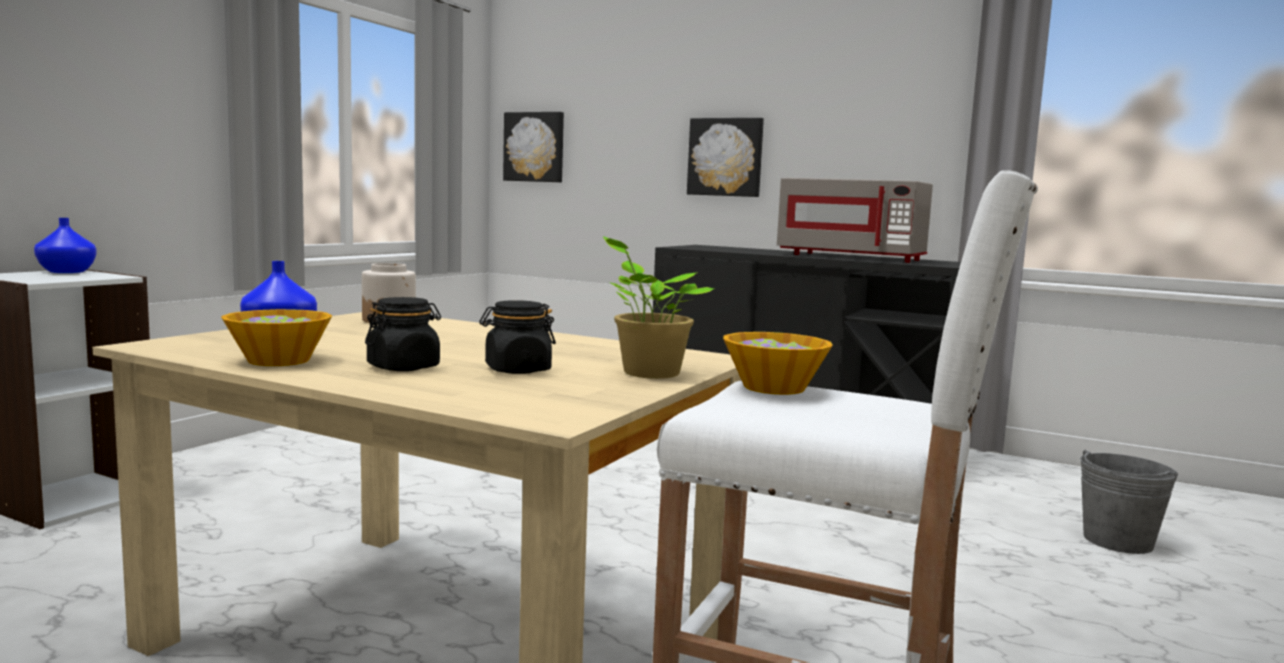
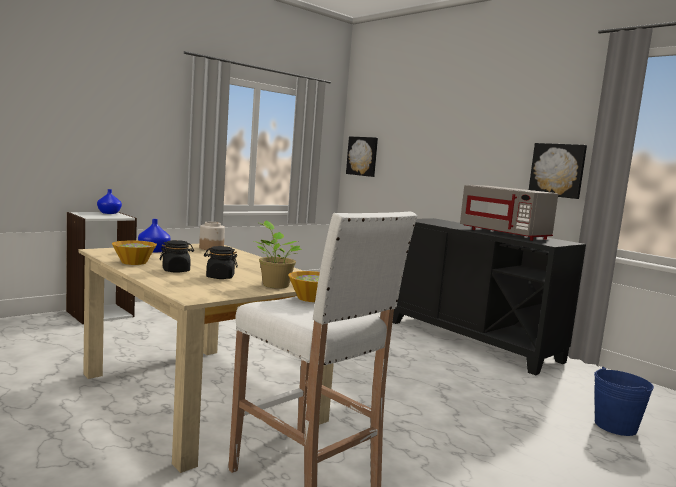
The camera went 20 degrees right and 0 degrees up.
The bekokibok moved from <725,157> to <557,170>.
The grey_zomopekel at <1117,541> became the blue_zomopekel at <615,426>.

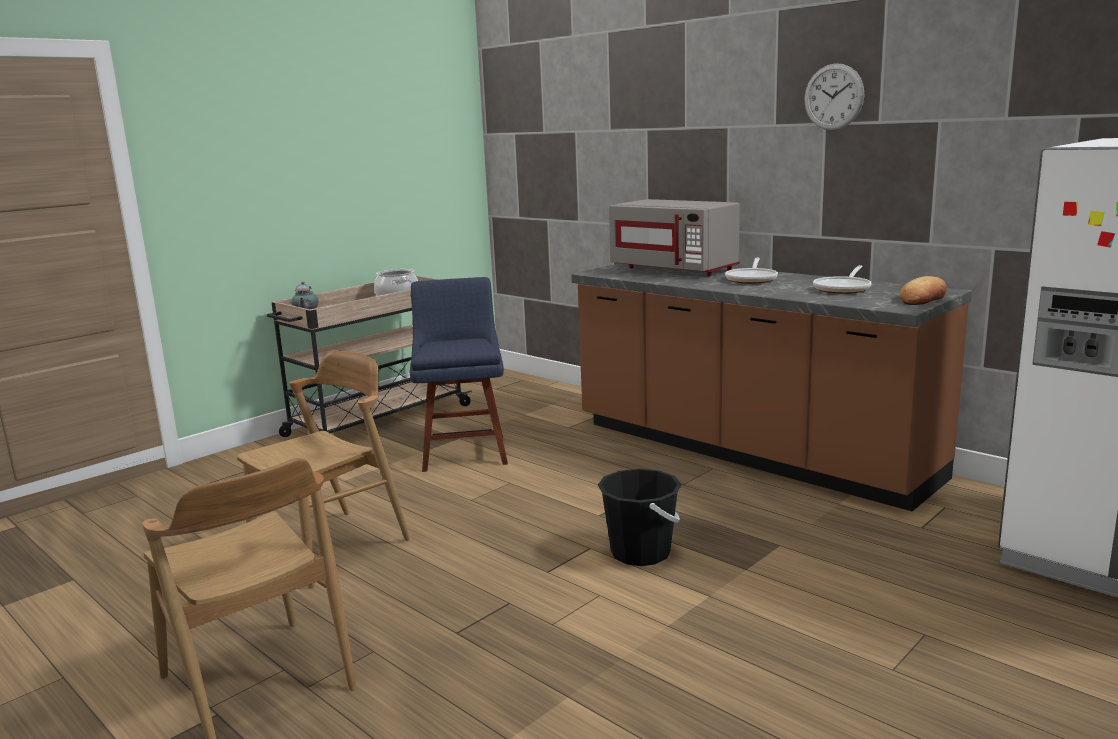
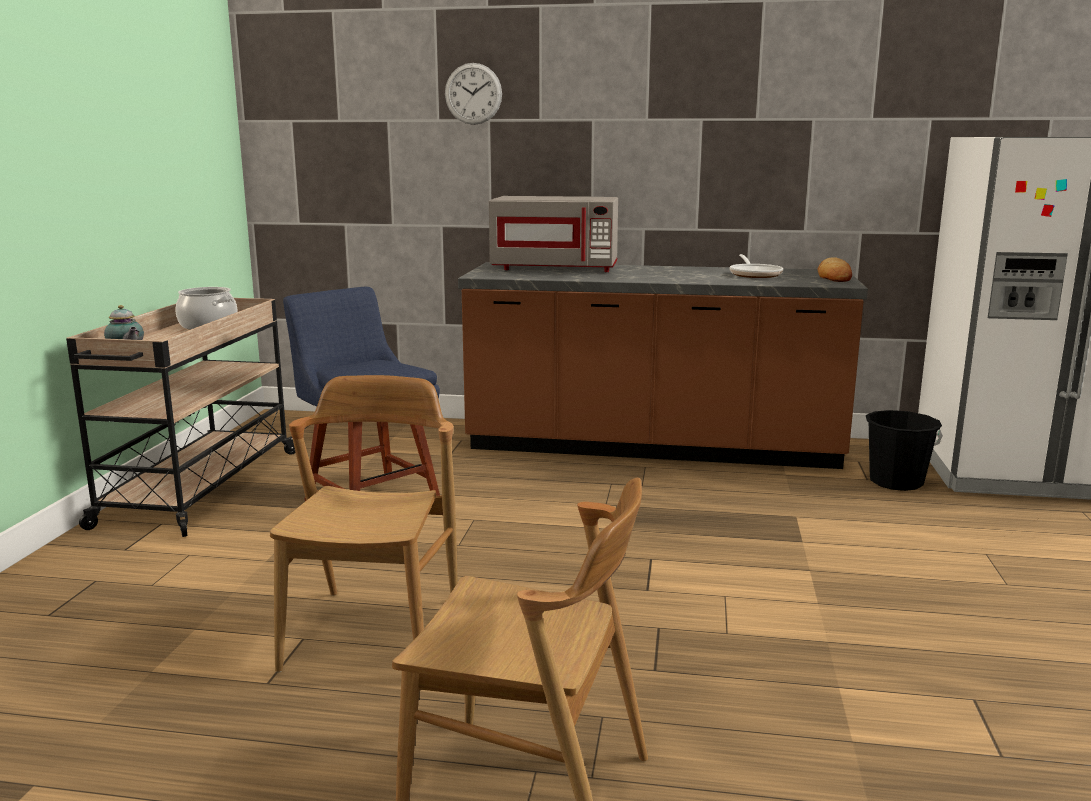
The camera went 35 degrees left and 0 degrees up.
The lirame moved from <833,97> to <473,94>.
The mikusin at <752,279> disappeared.
The black_zomopekel moved from <640,553> to <896,482>.

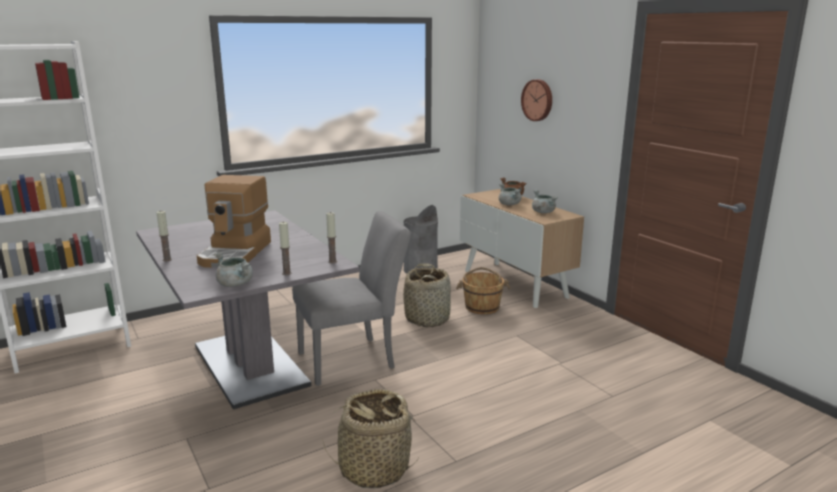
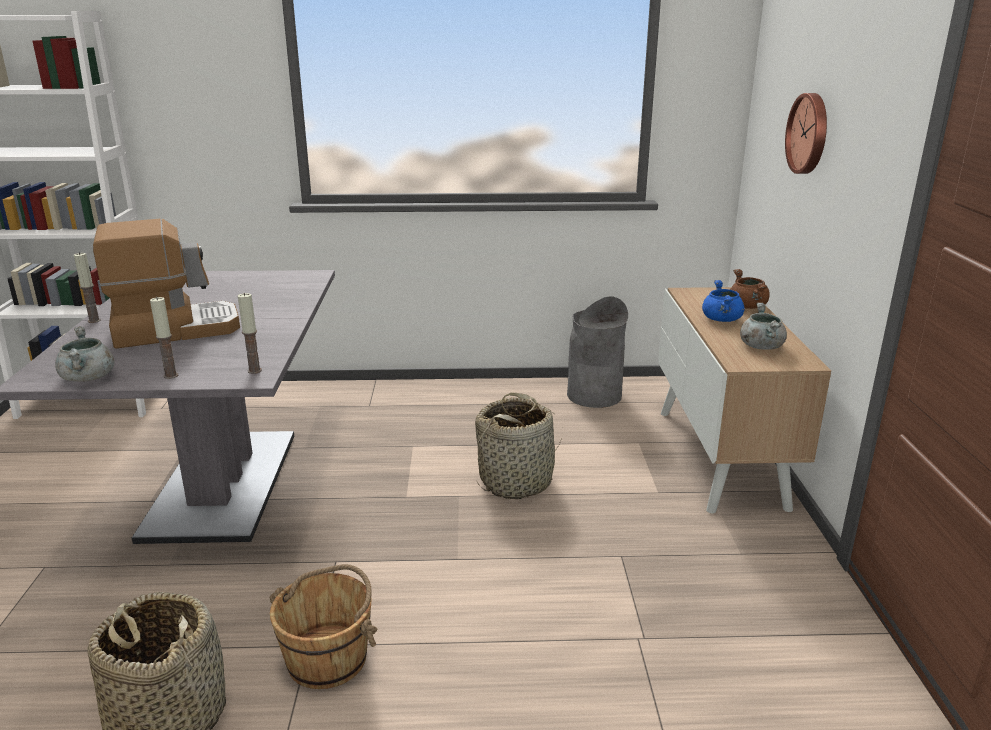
The camera went 30 degrees right and 5 degrees up.
The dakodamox at <236,253> turned 150 degrees counterclockwise.
The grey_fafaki at <509,204> became the blue_fafaki at <721,320>.
The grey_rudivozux at <354,359> disappeared.
The brown_zomopekel moved from <482,307> to <328,658>.

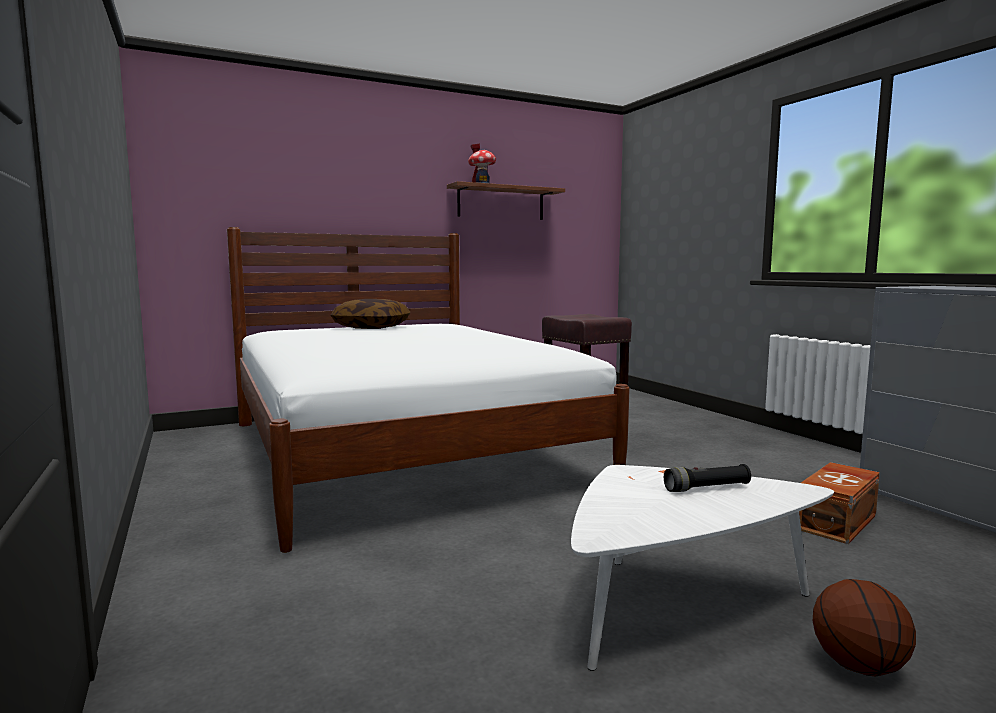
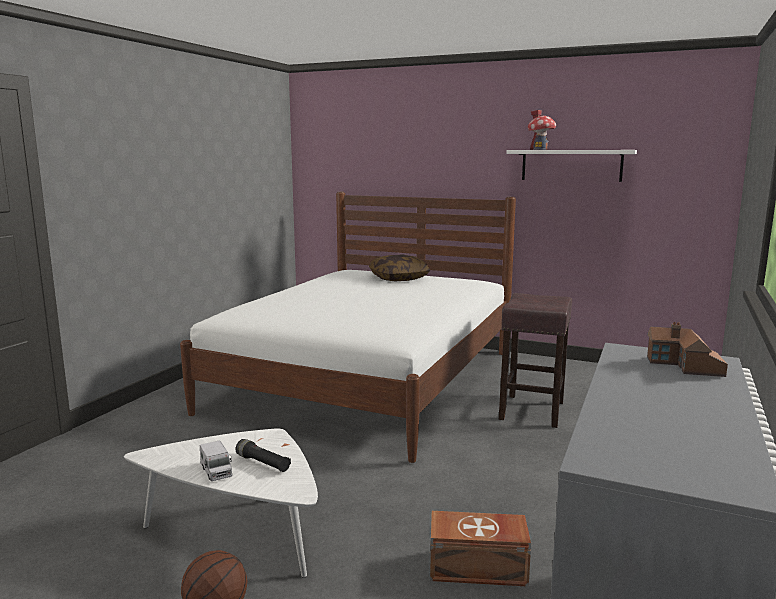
The camera went 50 degrees right and 5 degrees up.
The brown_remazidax at <501,203> became the white_remazidax at <571,165>.
The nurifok at <684,366> appeared.
The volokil at <216,471> appeared.

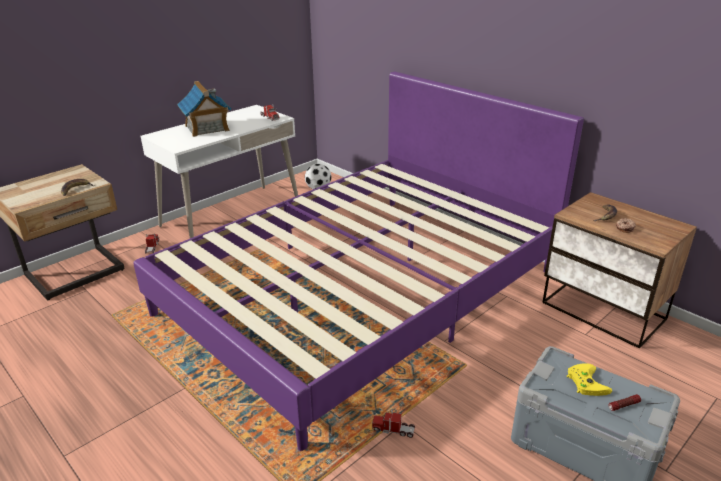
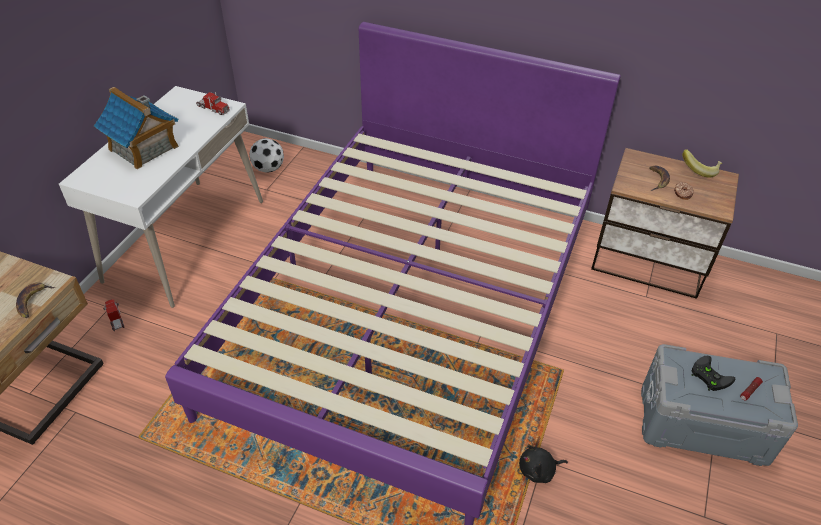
The camera went 25 degrees left and 15 degrees up.
The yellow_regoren at <585,381> became the black_regoren at <708,375>.
The volokil at <393,430> was replaced by the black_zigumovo at <538,470>.
The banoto at <699,170> appeared.

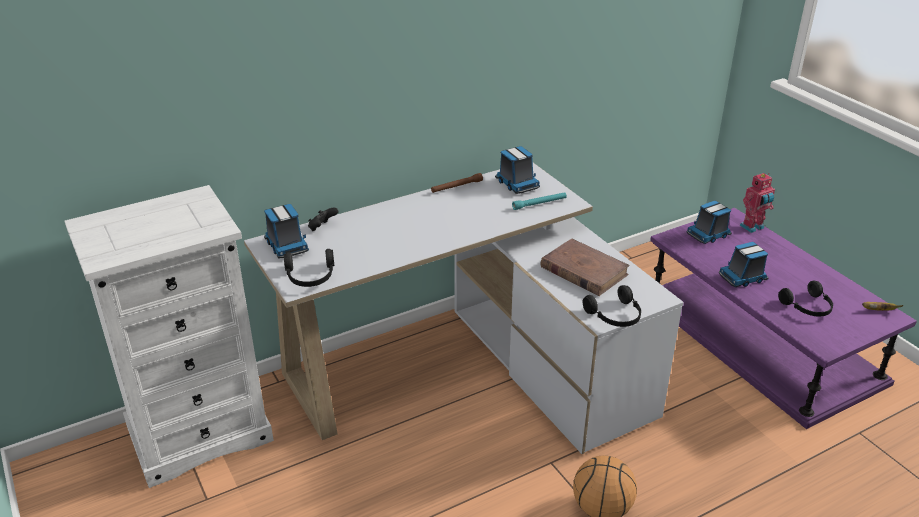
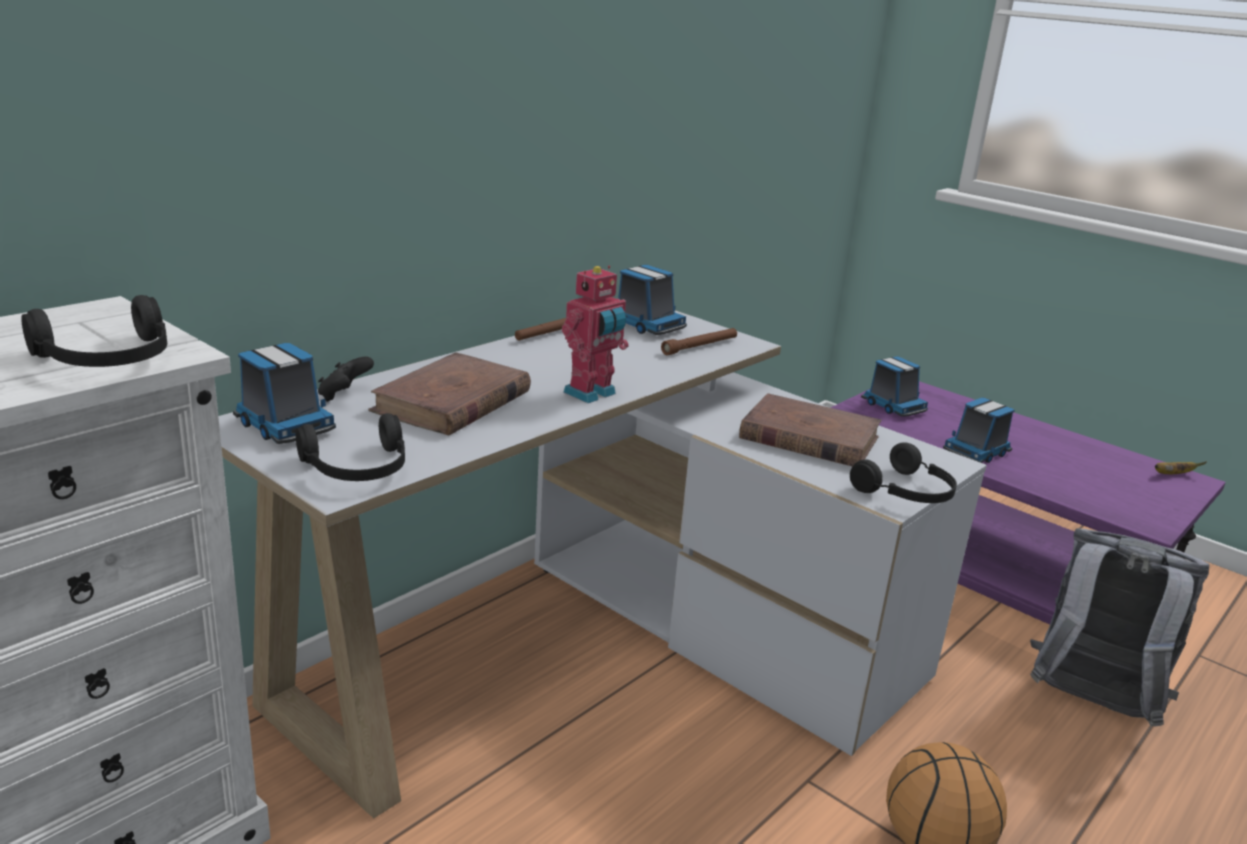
The camera went 20 degrees left and 10 degrees down.
The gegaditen moved from <753,227> to <592,394>.
The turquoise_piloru at <539,204> became the brown_piloru at <700,347>.
The volokil at <709,234> turned 75 degrees counterclockwise.
The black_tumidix moved from <808,307> to <109,360>.
The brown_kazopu at <452,402> appeared.
The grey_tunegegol at <1089,705> appeared.

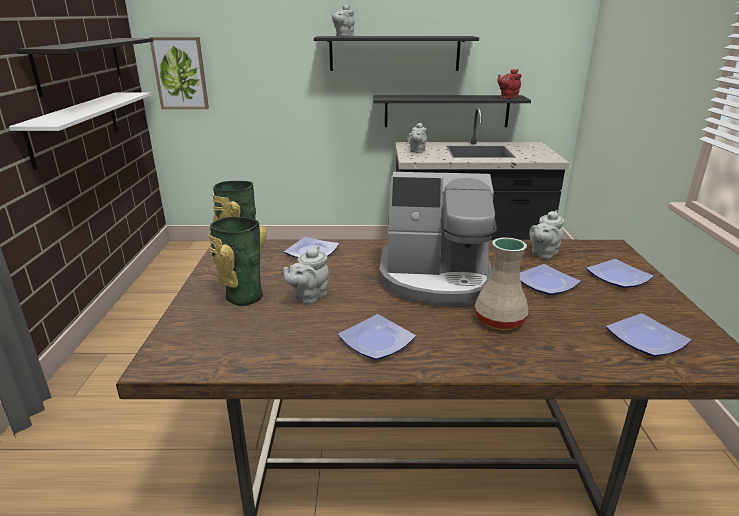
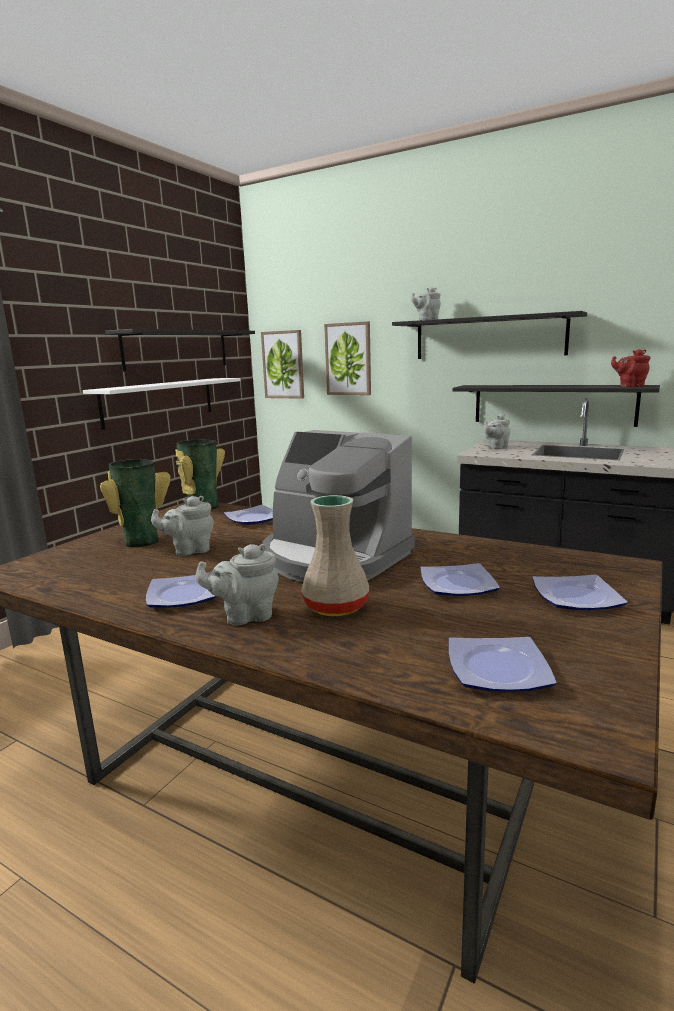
The camera went 30 degrees right and 10 degrees down.
The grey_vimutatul moved from <543,254> to <245,616>.
The bekokibok at <348,359> appeared.

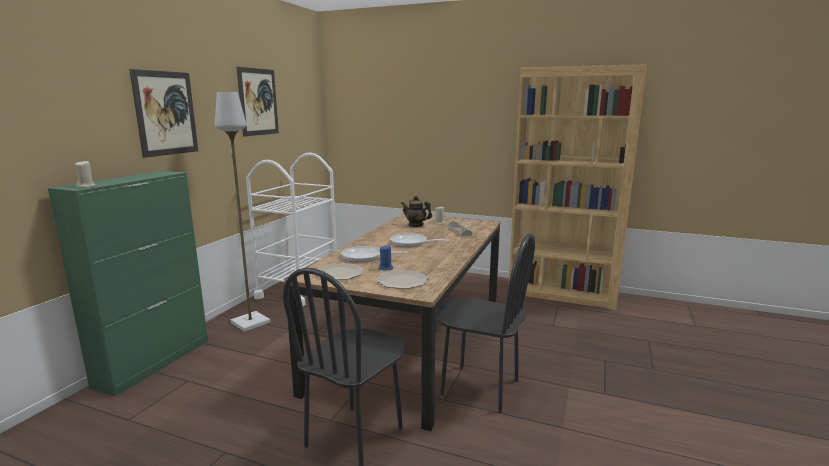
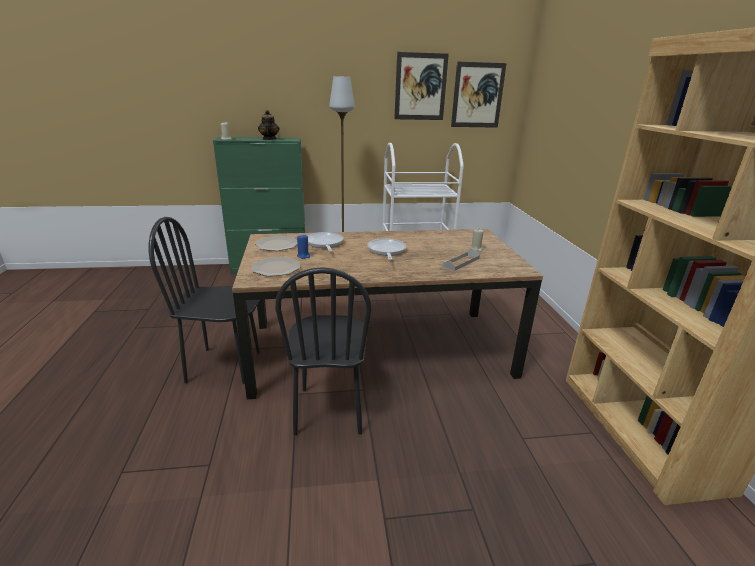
The camera went 60 degrees right and 10 degrees up.
The bekokibok moved from <166,113> to <477,95>.
The vimutatul moved from <416,225> to <269,139>.

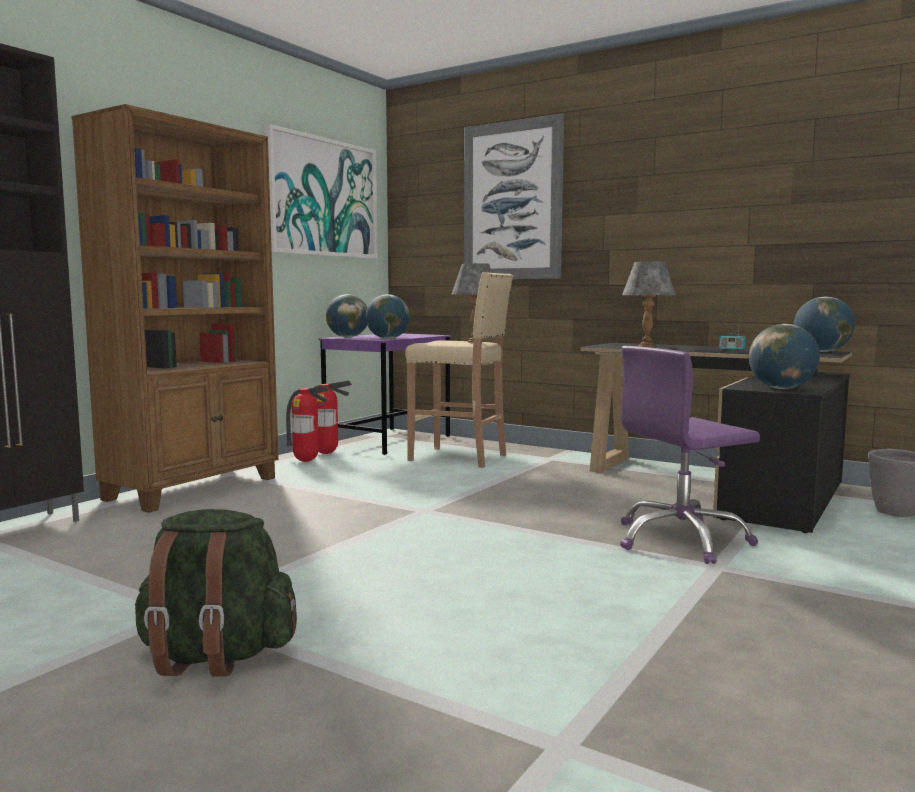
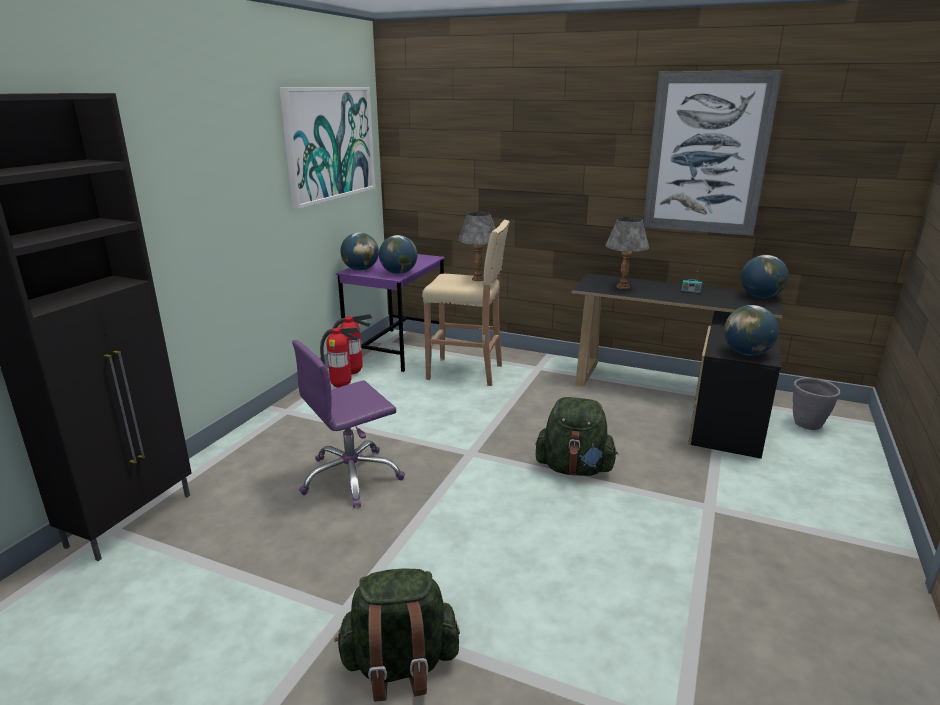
The camera went 10 degrees left and 15 degrees up.
The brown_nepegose at <195,488> disappeared.
The bekokibok moved from <512,201> to <707,154>.
The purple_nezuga moved from <681,540> to <351,477>.
The green_tunegegol at <574,468> appeared.

